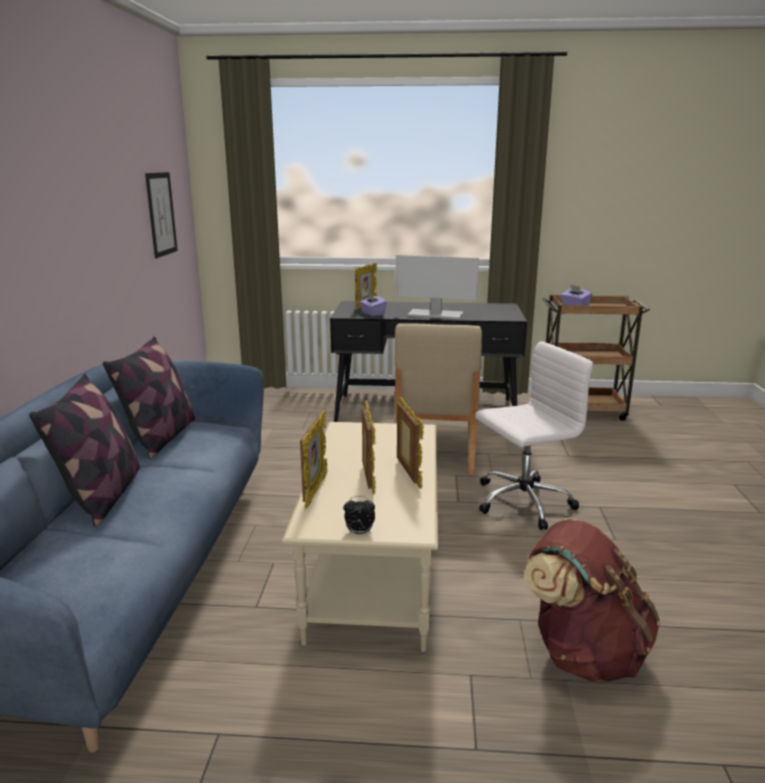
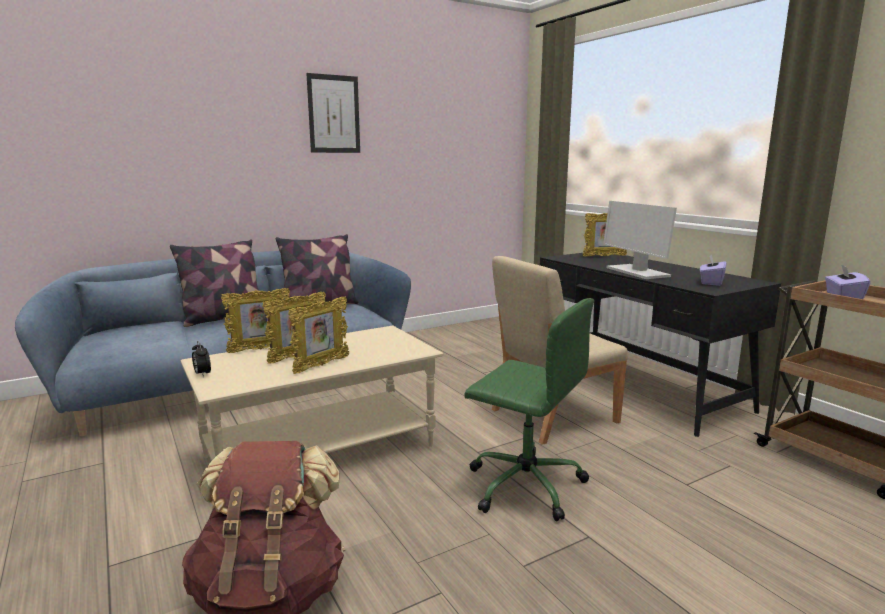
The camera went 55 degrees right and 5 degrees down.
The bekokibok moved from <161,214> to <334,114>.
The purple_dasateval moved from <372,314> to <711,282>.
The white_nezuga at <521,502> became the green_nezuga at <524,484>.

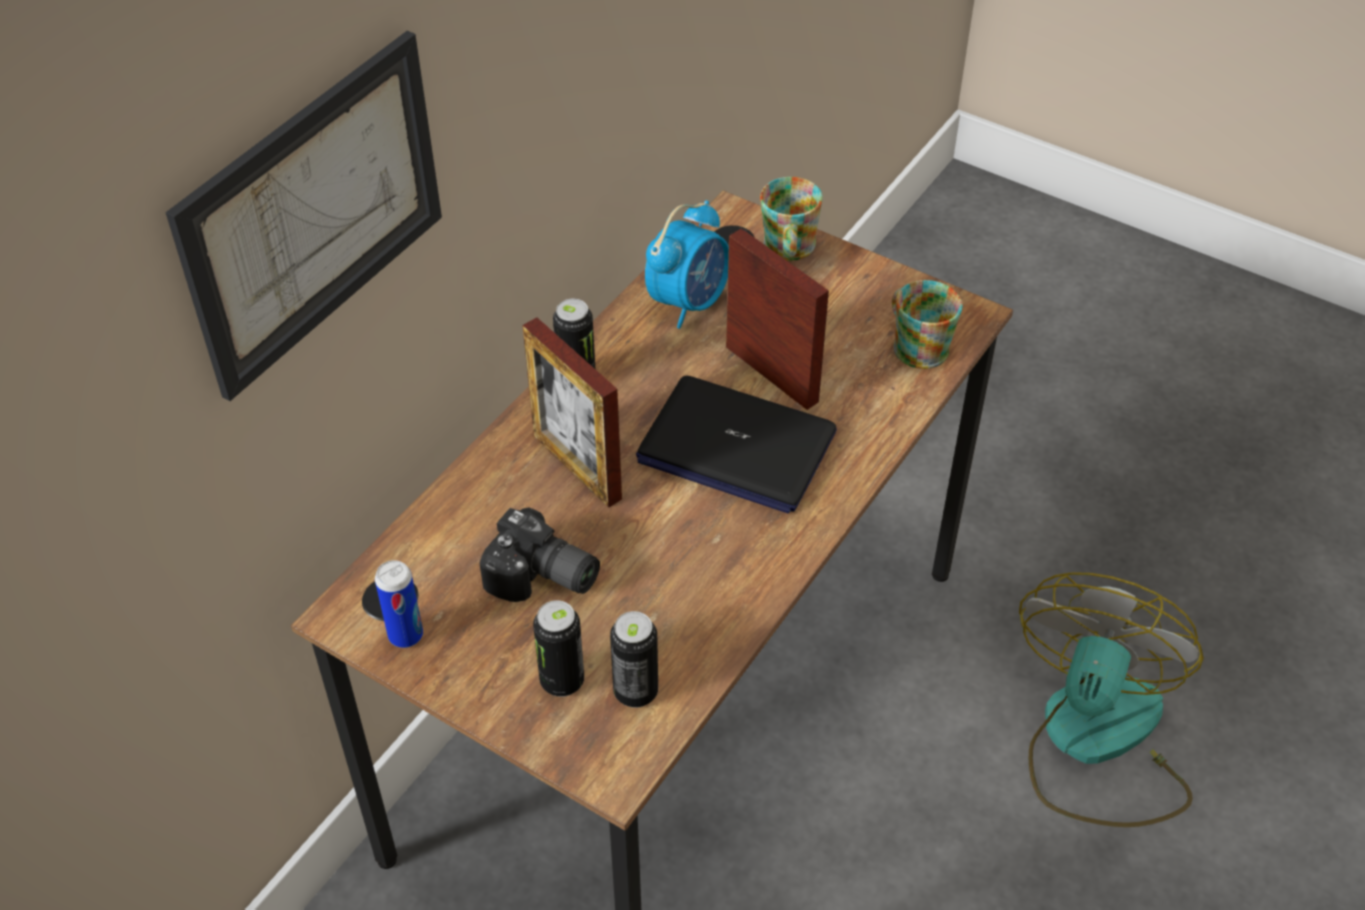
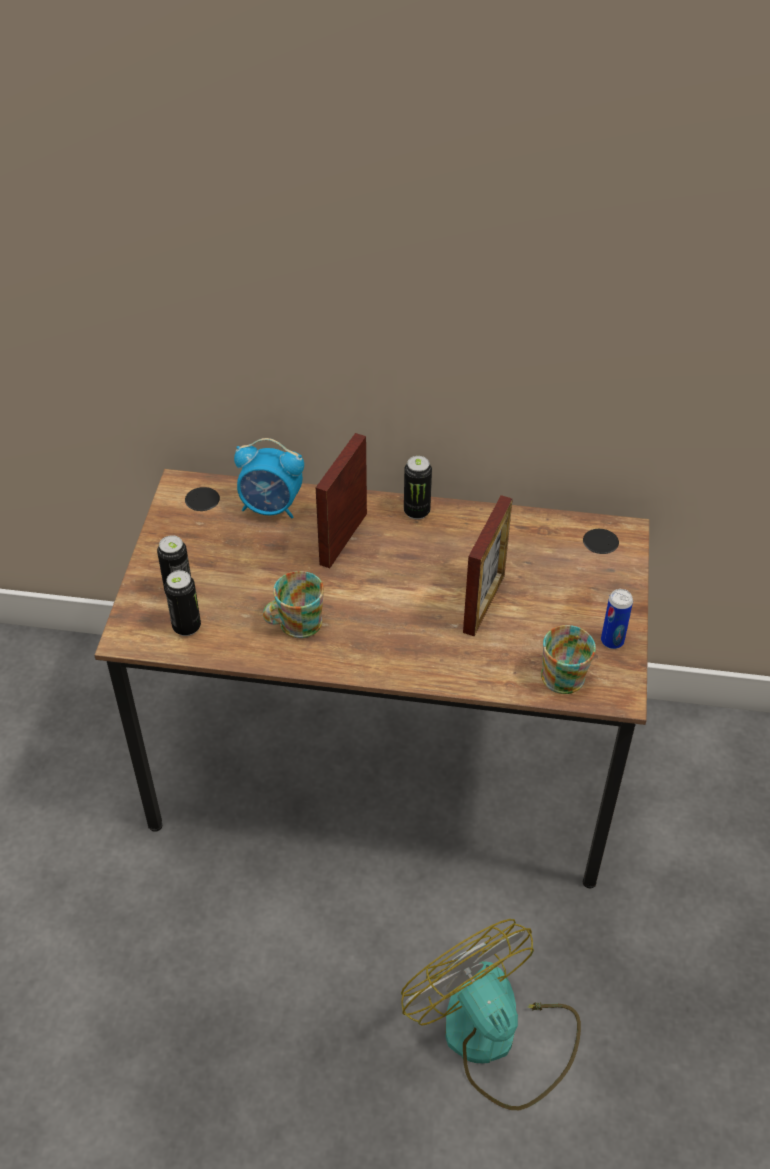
The camera went 65 degrees right and 0 degrees up.
The bekokibok at <314,213> disappeared.
The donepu moved from <788,249> to <294,624>.
The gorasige moved from <689,302> to <271,507>.
The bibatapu at <735,447> disappeared.
The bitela at <542,579> disappeared.
The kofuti moved from <405,635> to <612,641>.
The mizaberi at <1094,743> turned 120 degrees counterclockwise.

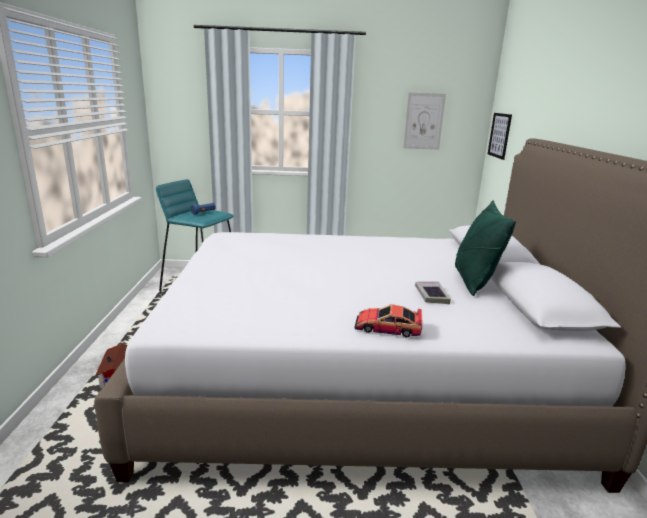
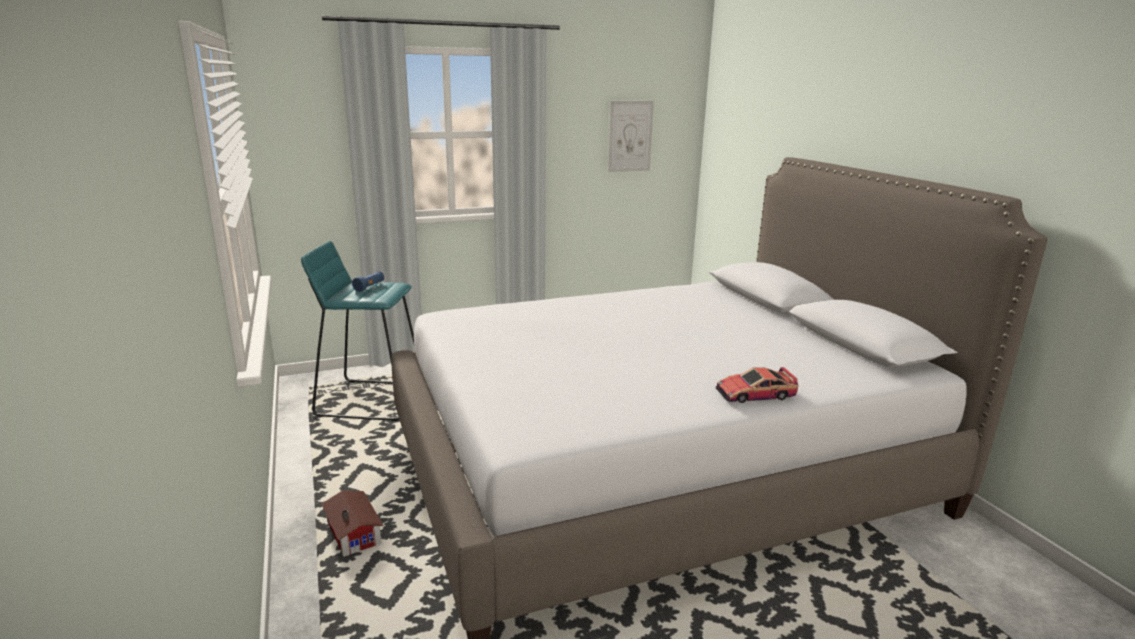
The camera went 20 degrees left and 0 degrees up.
The bekokibok at <499,135> disappeared.
The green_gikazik at <473,281> disappeared.
The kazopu at <431,295> disappeared.

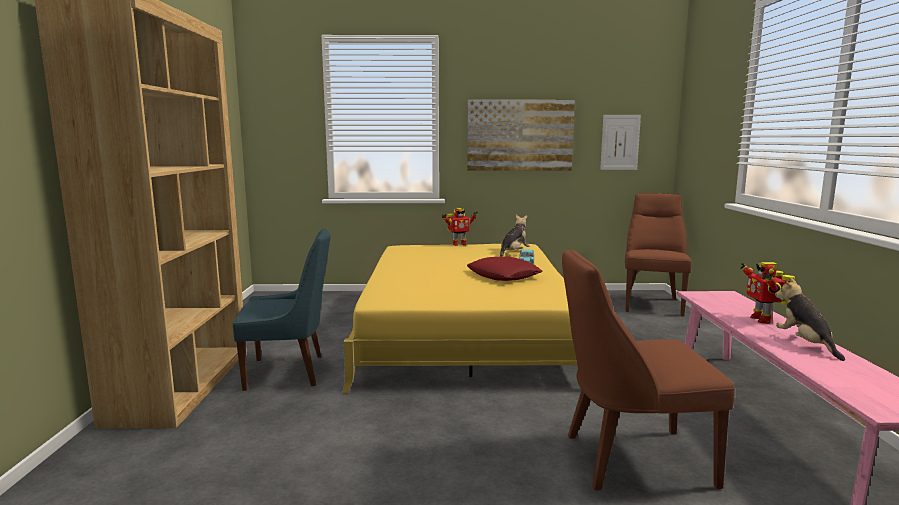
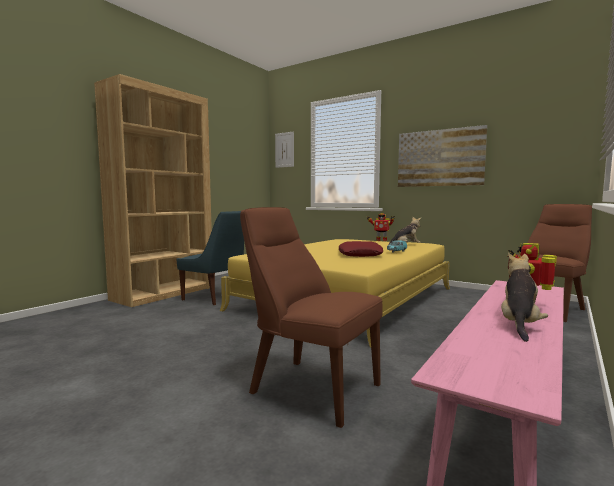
The camera went 35 degrees right and 5 degrees down.
The bekokibok moved from <620,142> to <284,150>.

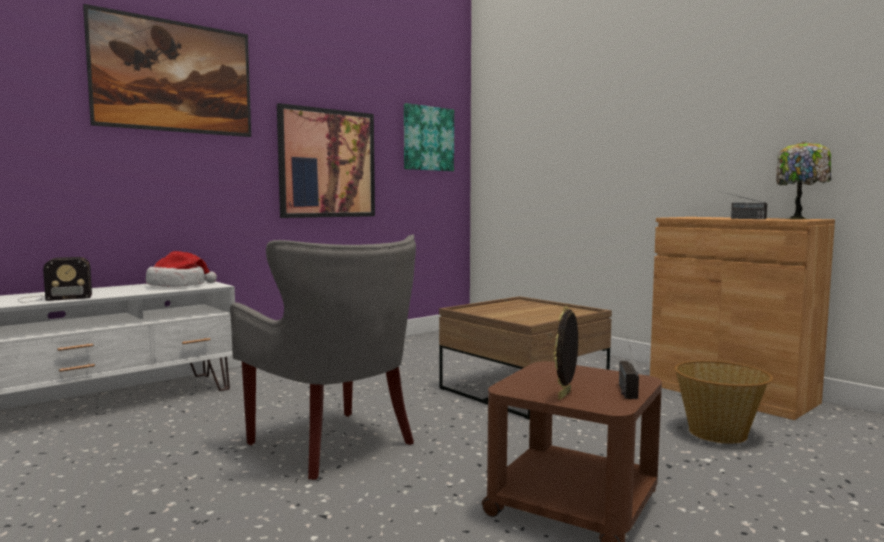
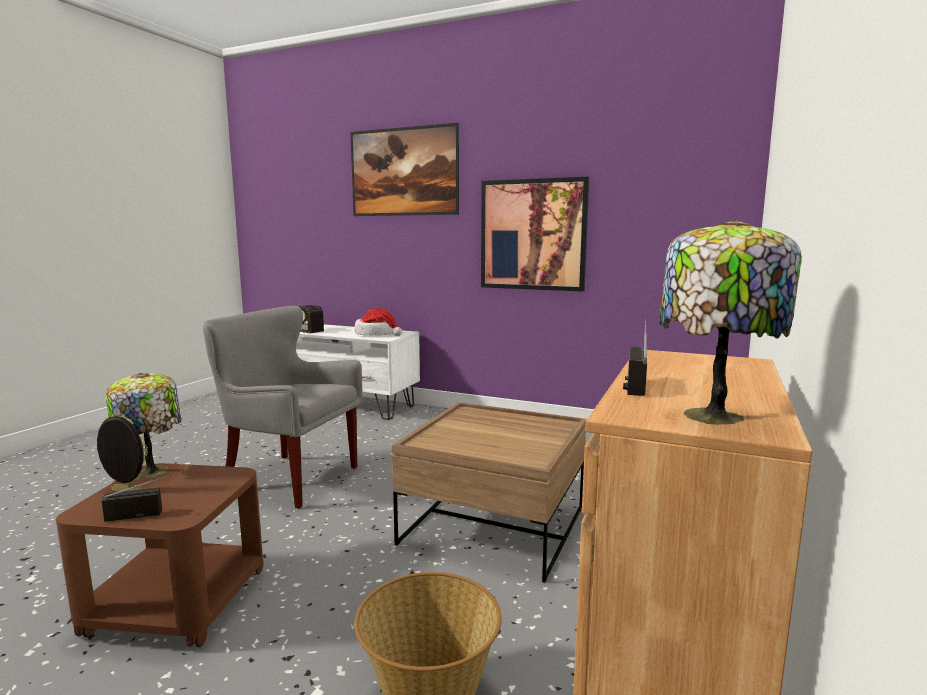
The camera went 65 degrees right and 5 degrees up.
The bekokibok at <428,138> disappeared.
The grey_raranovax at <333,445> turned 90 degrees clockwise.
The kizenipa at <153,470> appeared.

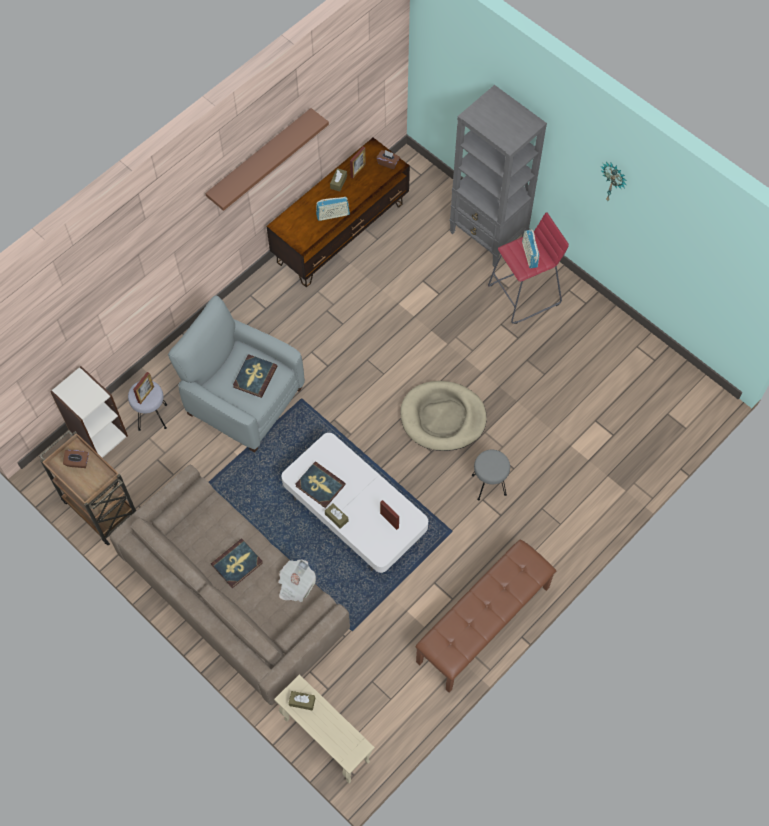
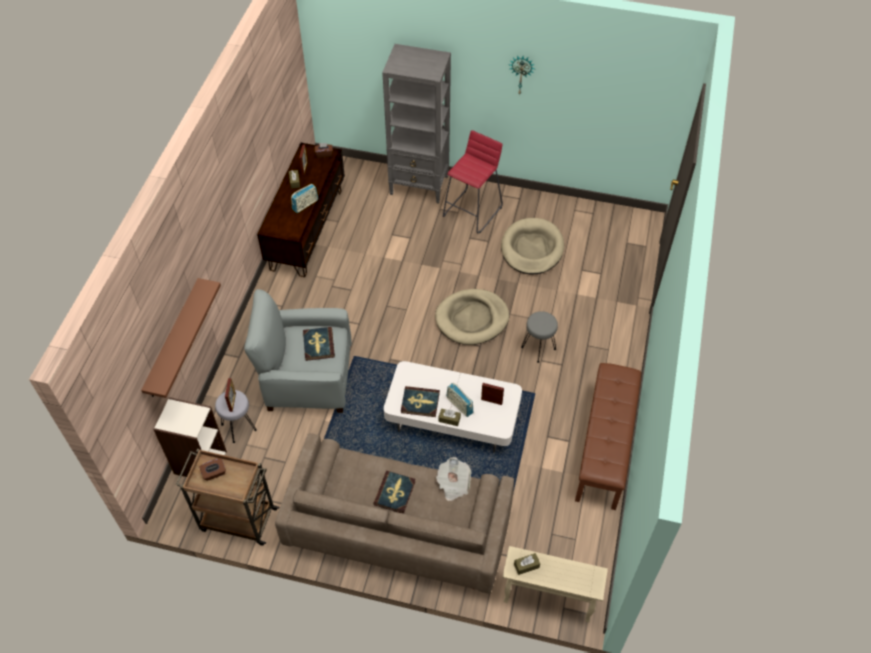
The camera went 30 degrees left and 10 degrees down.
The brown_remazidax moved from <260,158> to <173,339>.
The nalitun moved from <529,255> to <459,405>.
The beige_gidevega at <532,248> appeared.

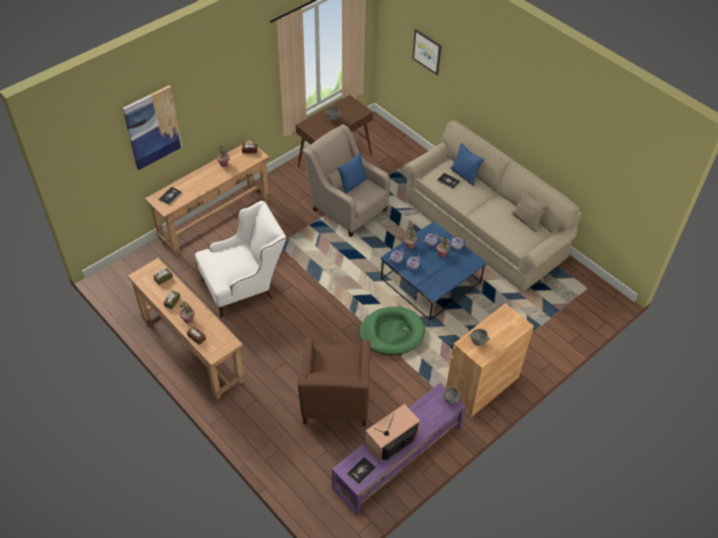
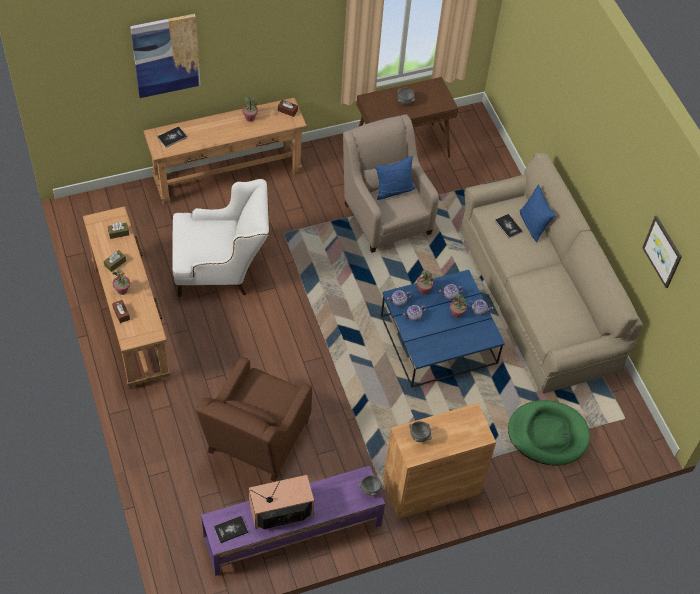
The camera went 20 degrees right and 5 degrees up.
The bekokibok moved from <427,51> to <663,251>.
The beige_gikazik at <526,220> disappeared.
The green_gidevega moved from <391,333> to <548,434>.

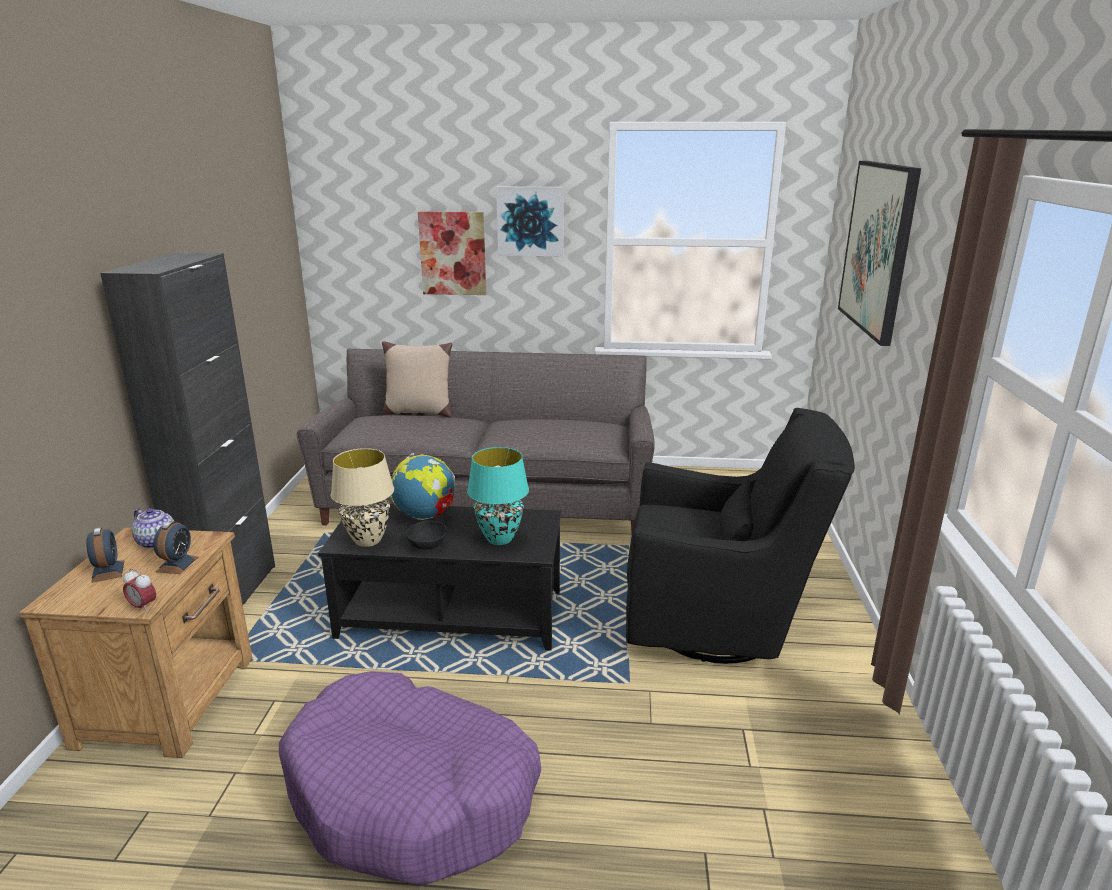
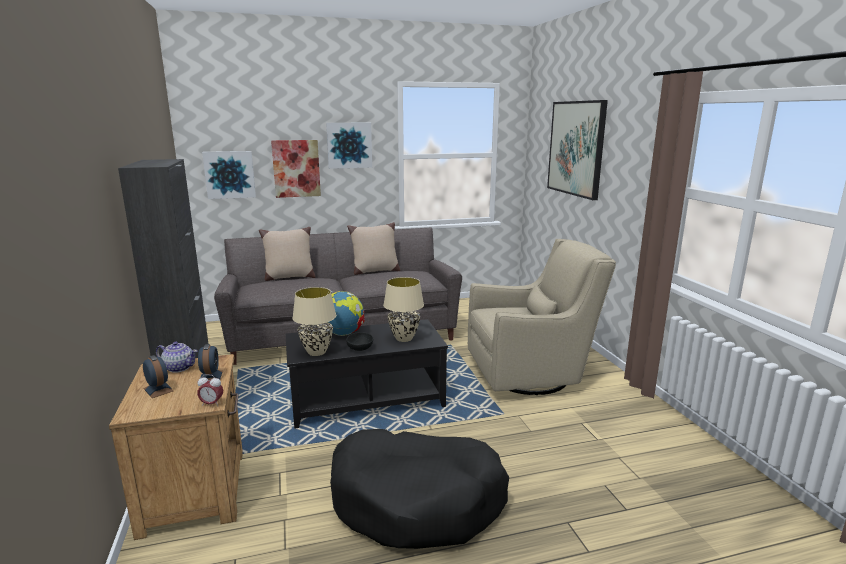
The camera went 20 degrees left and 5 degrees down.
The black_raranovax at <719,623> became the beige_raranovax at <531,375>.
The turquoise_kizenipa at <499,539> became the beige_kizenipa at <404,339>.
The purple_gidevega at <412,794> became the black_gidevega at <417,500>.
The bekokibok at <229,174> appeared.
The beige_gikazik at <375,271> appeared.

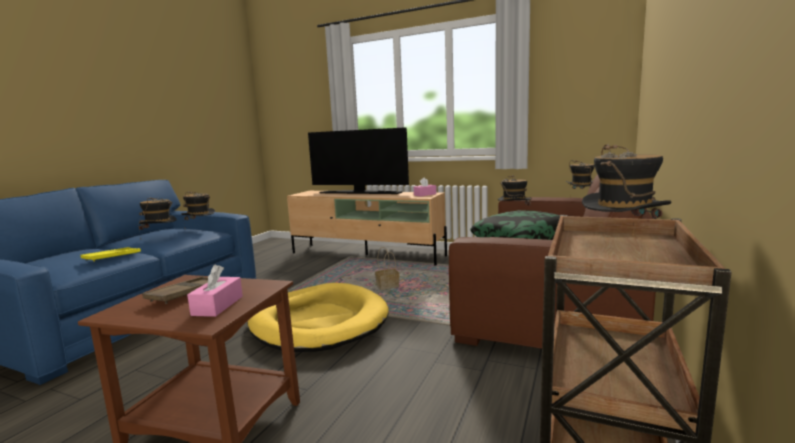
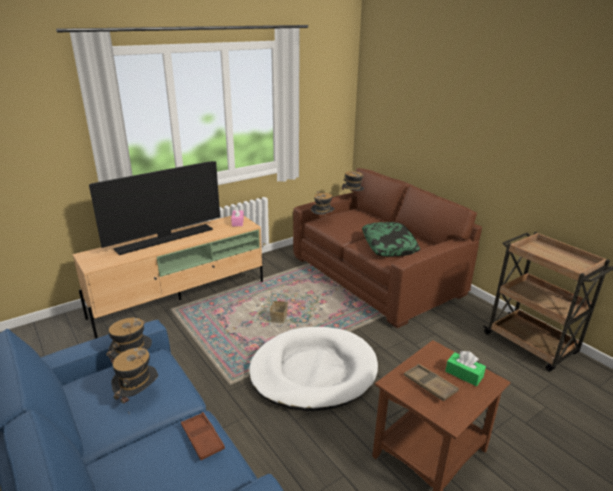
The camera went 60 degrees left and 15 degrees up.
The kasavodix at <622,244> disappeared.
The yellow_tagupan at <112,257> became the brown_tagupan at <202,438>.
The pink_dasateval at <218,305> became the green_dasateval at <464,374>.
The yellow_gidevega at <318,322> became the white_gidevega at <313,371>.

